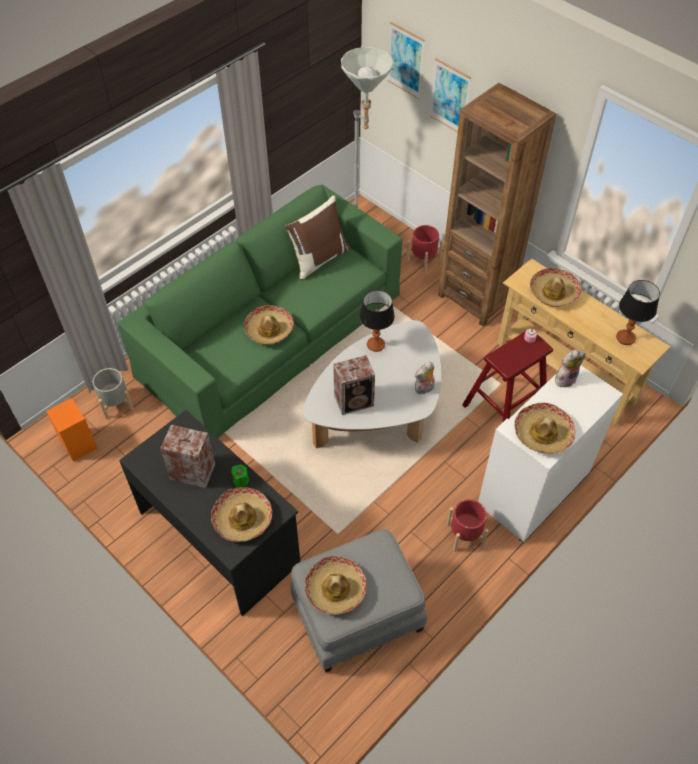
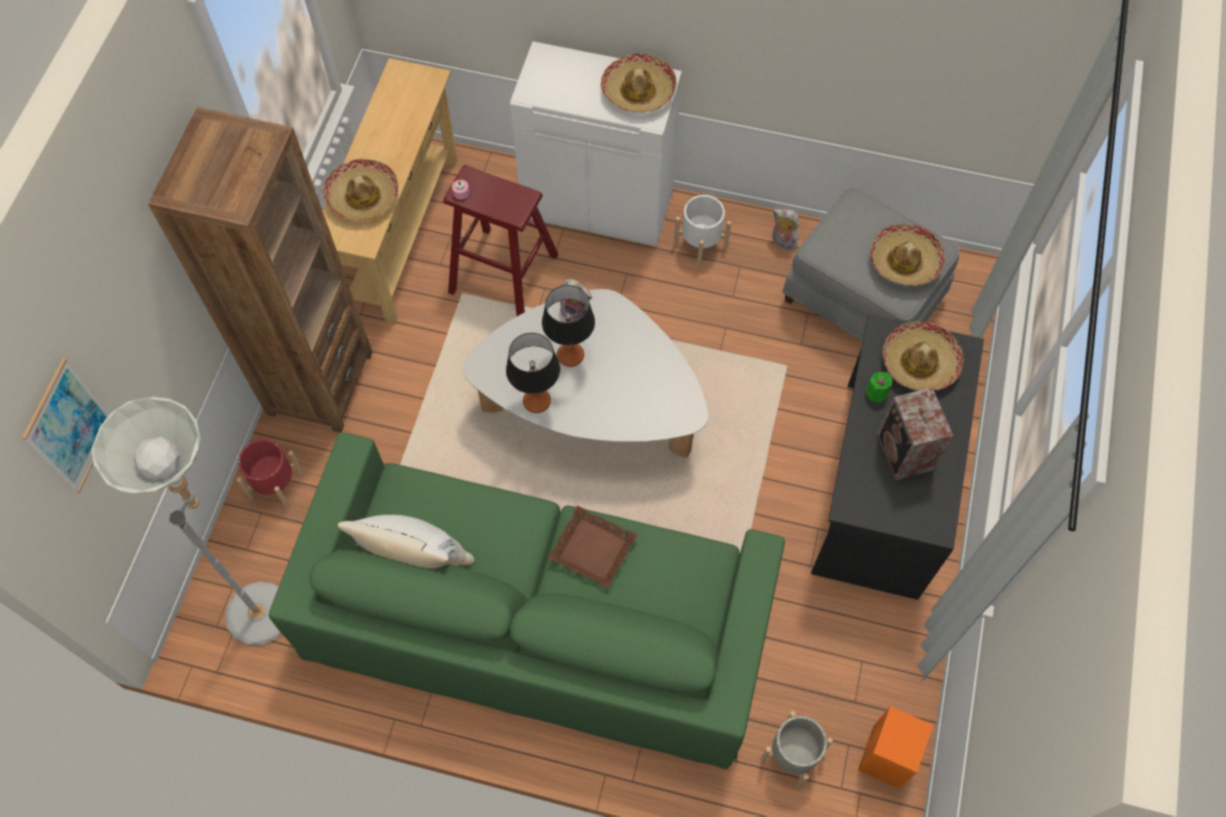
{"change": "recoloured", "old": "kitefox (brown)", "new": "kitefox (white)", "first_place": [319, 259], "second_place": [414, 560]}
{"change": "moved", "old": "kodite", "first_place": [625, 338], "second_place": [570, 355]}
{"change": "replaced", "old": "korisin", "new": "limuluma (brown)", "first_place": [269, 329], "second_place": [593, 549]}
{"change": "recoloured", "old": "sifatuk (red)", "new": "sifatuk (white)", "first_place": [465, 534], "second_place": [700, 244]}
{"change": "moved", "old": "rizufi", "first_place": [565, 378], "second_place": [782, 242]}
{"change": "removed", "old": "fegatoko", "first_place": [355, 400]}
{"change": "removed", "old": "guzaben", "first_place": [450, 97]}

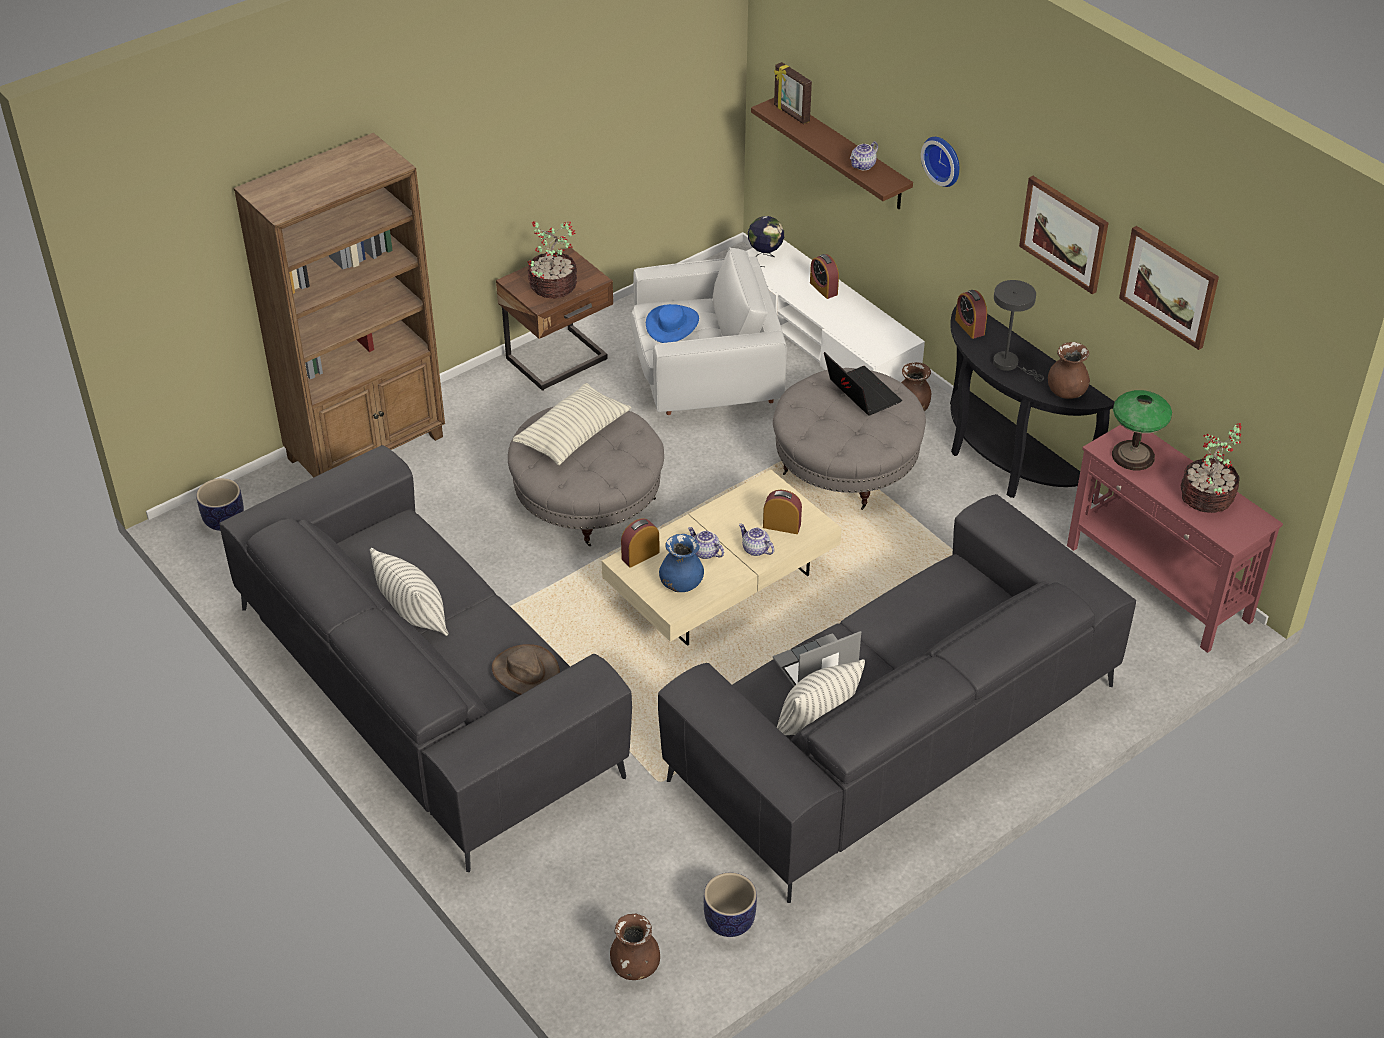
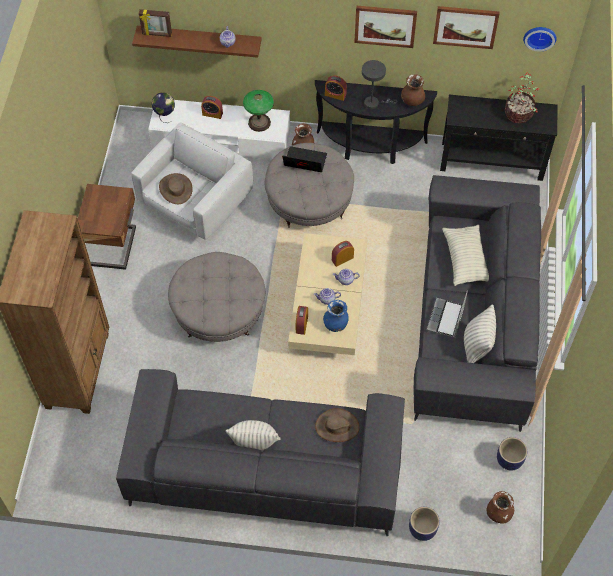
{"change": "recoloured", "old": "korisin (blue)", "new": "korisin (brown)", "first_place": [672, 324], "second_place": [176, 189]}
{"change": "moved", "old": "kodite", "first_place": [1133, 455], "second_place": [259, 122]}
{"change": "moved", "old": "sifatuk", "first_place": [223, 520], "second_place": [422, 529]}
{"change": "recoloured", "old": "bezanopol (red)", "new": "bezanopol (black)", "first_place": [1158, 584], "second_place": [492, 162]}
{"change": "moved", "old": "kitefox", "first_place": [573, 436], "second_place": [465, 260]}
{"change": "moved", "old": "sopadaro", "first_place": [944, 160], "second_place": [539, 36]}
{"change": "removed", "old": "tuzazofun", "first_place": [552, 287]}

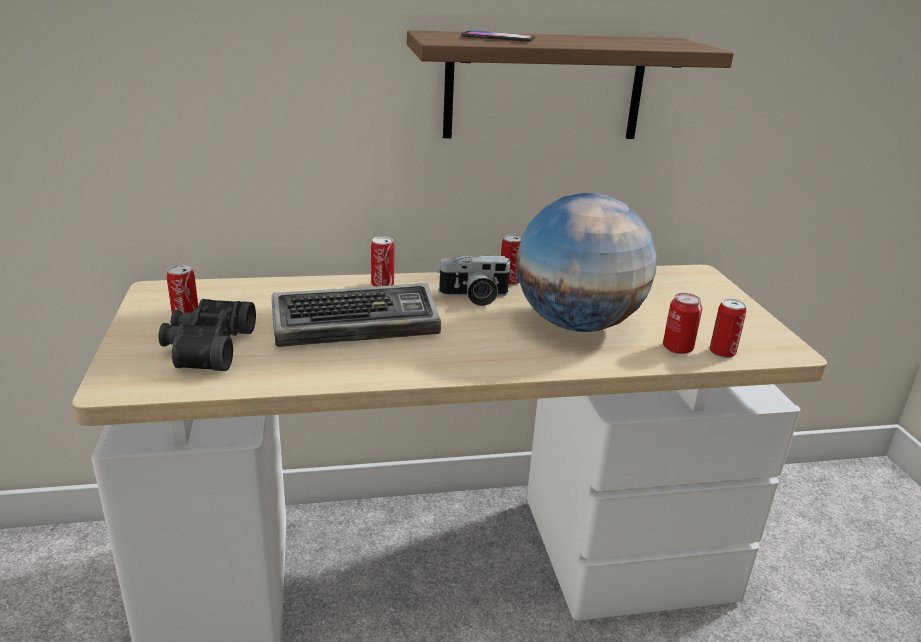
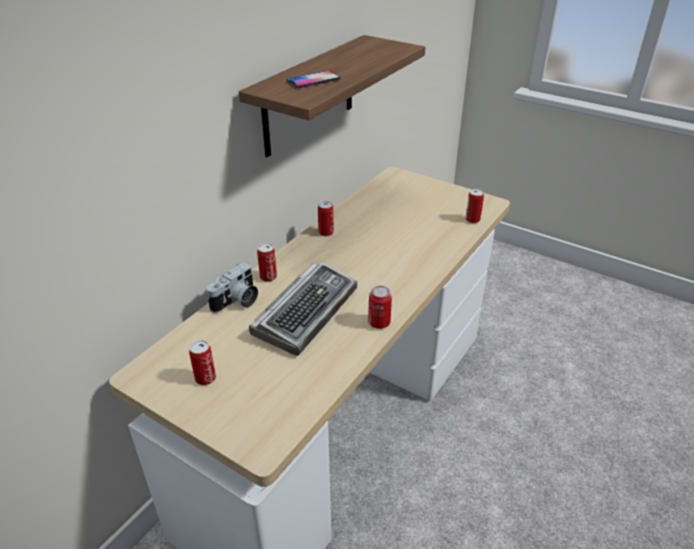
{"change": "moved", "old": "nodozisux", "first_place": [474, 297], "second_place": [237, 301]}
{"change": "moved", "old": "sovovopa", "first_place": [677, 348], "second_place": [379, 323]}
{"change": "removed", "old": "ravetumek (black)", "first_place": [206, 347]}
{"change": "removed", "old": "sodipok", "first_place": [577, 323]}

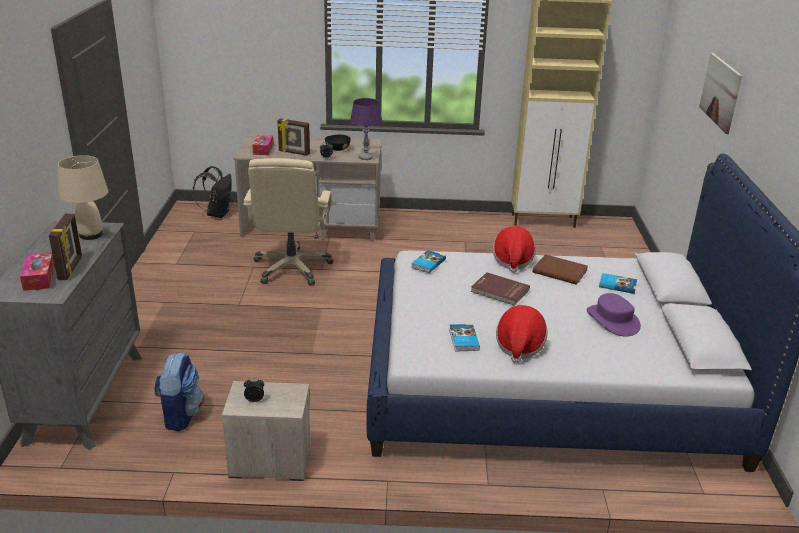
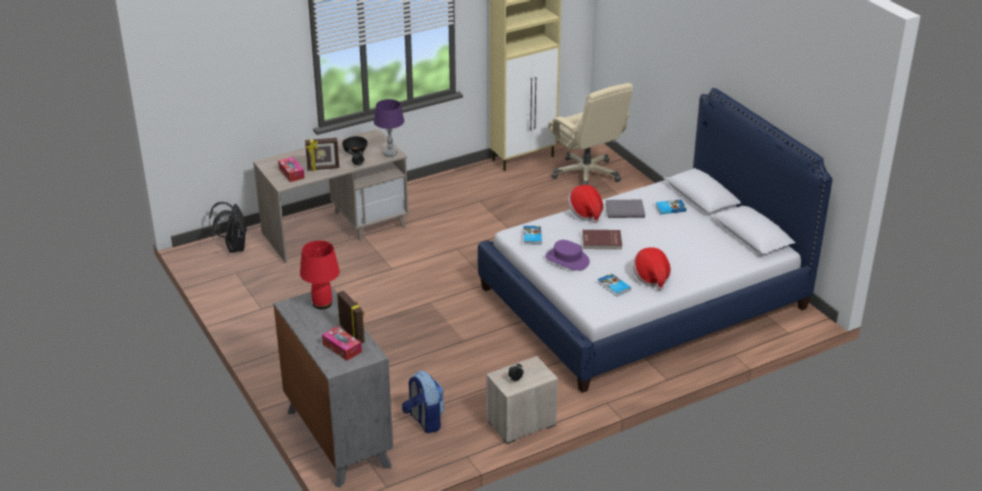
{"change": "recoloured", "old": "kodite (beige)", "new": "kodite (red)", "first_place": [91, 234], "second_place": [322, 303]}
{"change": "moved", "old": "korisin (purple)", "first_place": [613, 320], "second_place": [567, 259]}
{"change": "moved", "old": "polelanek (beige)", "first_place": [292, 268], "second_place": [587, 174]}
{"change": "recoloured", "old": "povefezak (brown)", "new": "povefezak (grey)", "first_place": [560, 271], "second_place": [624, 210]}
{"change": "removed", "old": "guzaben", "first_place": [720, 92]}

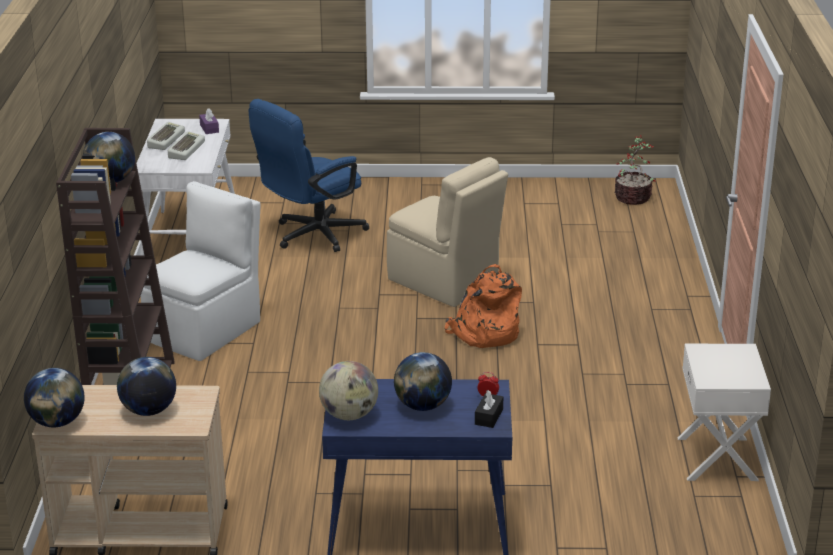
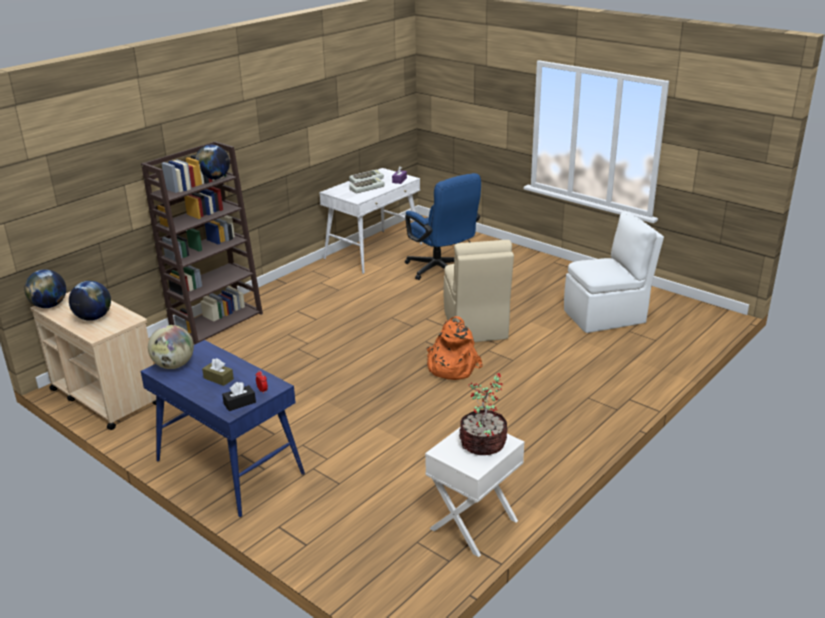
{"change": "replaced", "old": "sodipok", "new": "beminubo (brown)", "first_place": [422, 406], "second_place": [218, 378]}
{"change": "turned", "old": "polelanek (blue)", "first_place": [311, 236], "second_place": [441, 271], "degrees": -120}
{"change": "moved", "old": "tuzazofun", "first_place": [633, 198], "second_place": [483, 444]}
{"change": "moved", "old": "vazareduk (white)", "first_place": [206, 330], "second_place": [606, 316]}

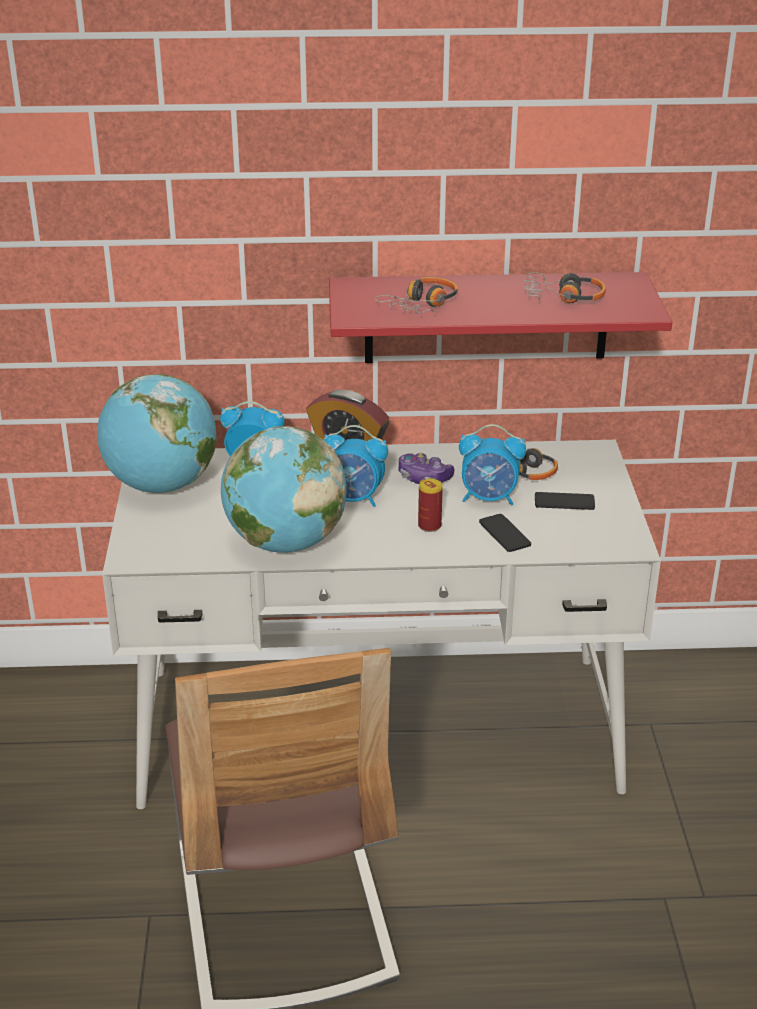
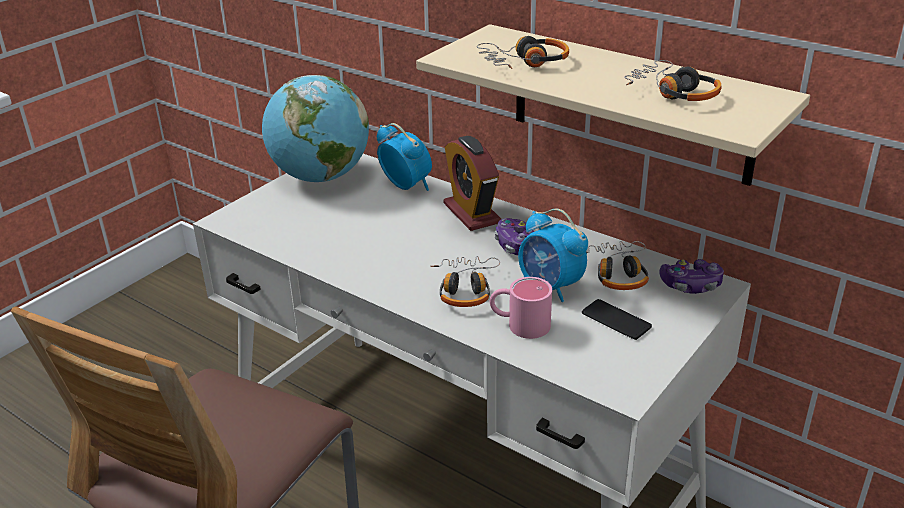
{"change": "recoloured", "old": "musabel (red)", "new": "musabel (beige)", "first_place": [486, 317], "second_place": [630, 104]}
{"change": "replaced", "old": "sovovopa", "new": "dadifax", "first_place": [429, 526], "second_place": [465, 289]}
{"change": "replaced", "old": "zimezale", "new": "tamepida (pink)", "first_place": [504, 533], "second_place": [519, 324]}
{"change": "added", "new": "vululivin", "second_place": [691, 285]}
{"change": "removed", "old": "sodipok", "first_place": [285, 543]}
{"change": "removed", "old": "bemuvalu", "first_place": [354, 499]}

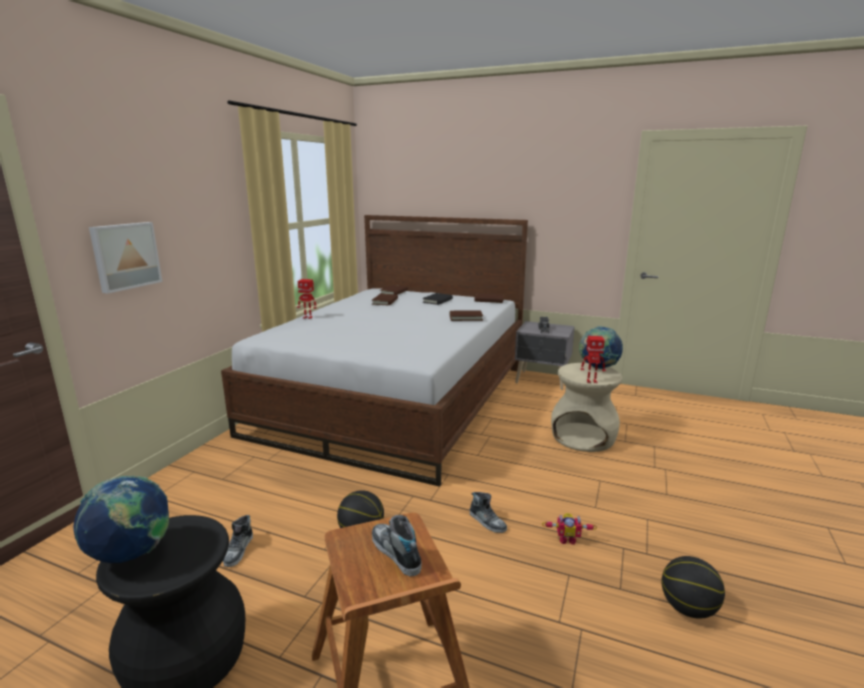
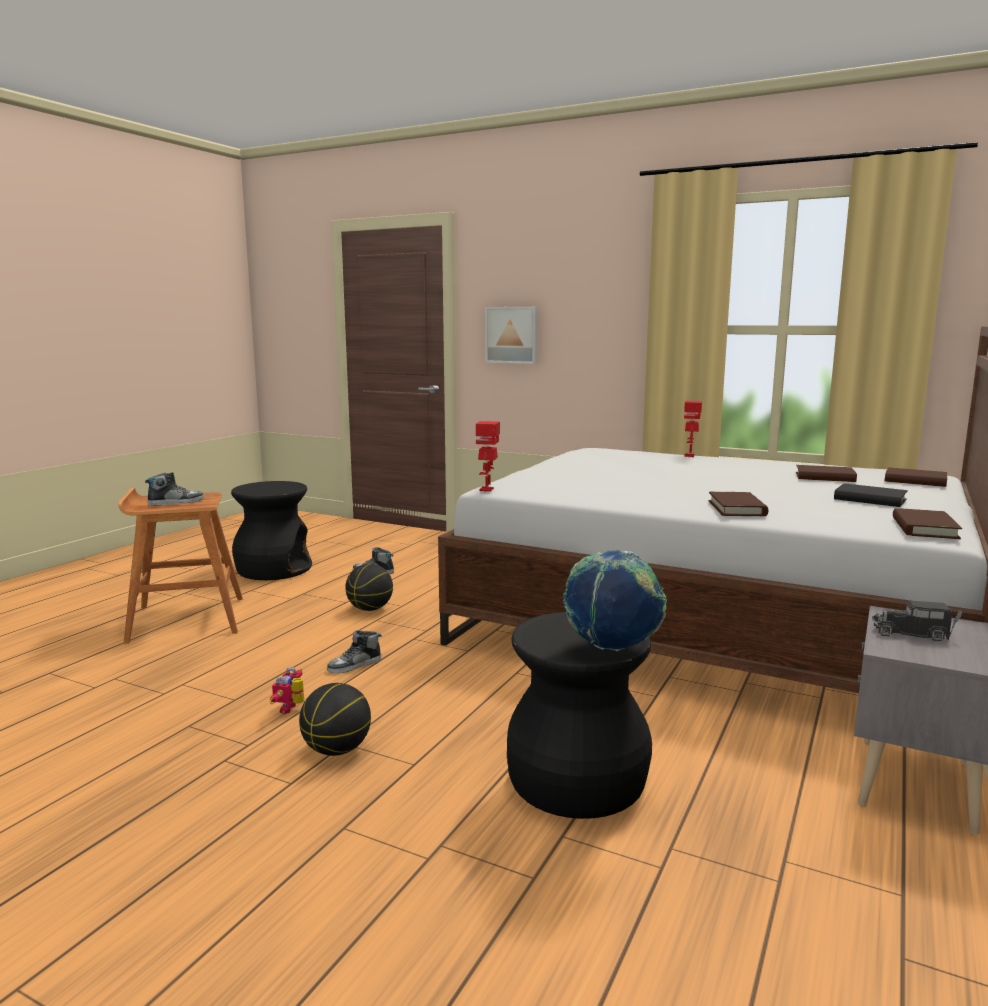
{"change": "moved", "old": "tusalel", "first_place": [688, 609], "second_place": [336, 750]}
{"change": "moved", "old": "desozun", "first_place": [591, 381], "second_place": [487, 490]}
{"change": "recoloured", "old": "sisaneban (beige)", "new": "sisaneban (black)", "first_place": [583, 437], "second_place": [578, 781]}
{"change": "removed", "old": "sodipok", "first_place": [132, 554]}

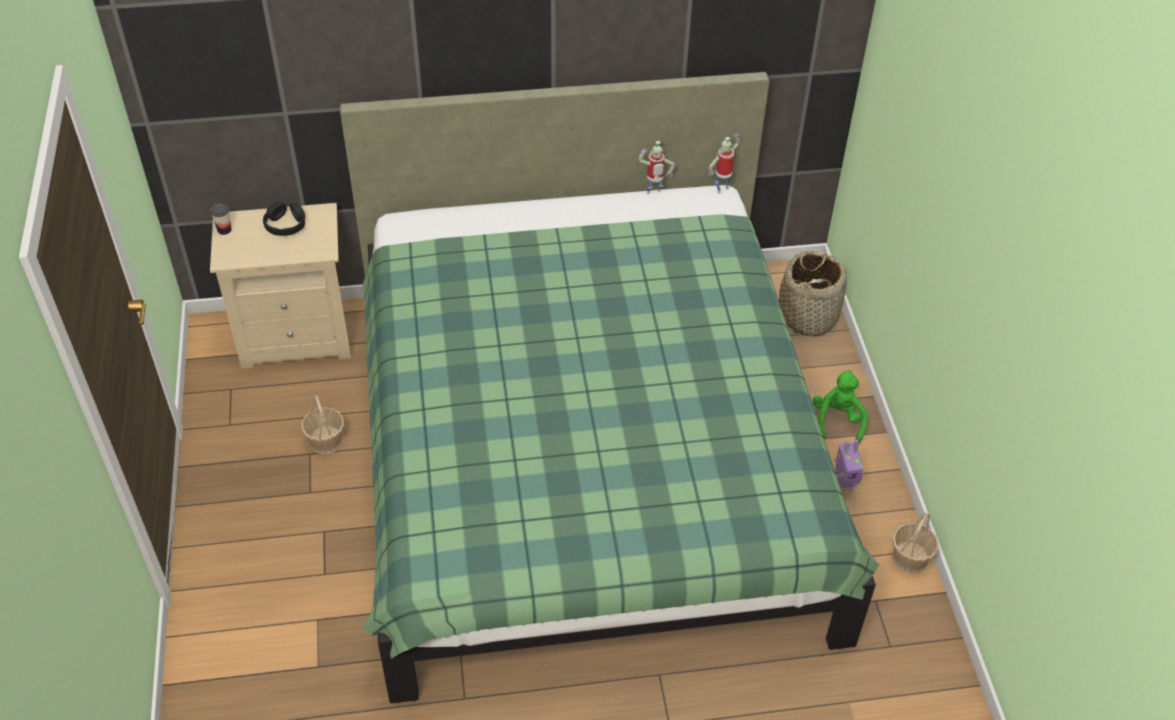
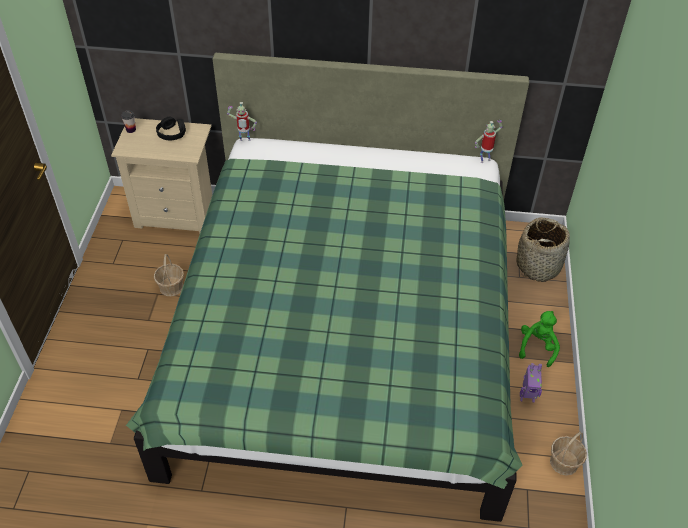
{"change": "moved", "old": "desozun", "first_place": [653, 193], "second_place": [244, 141]}

